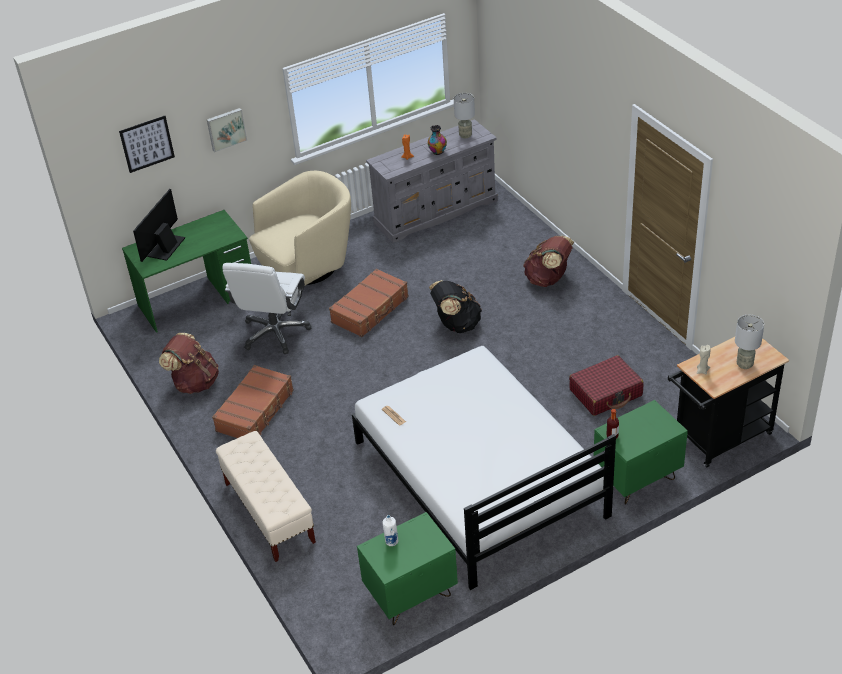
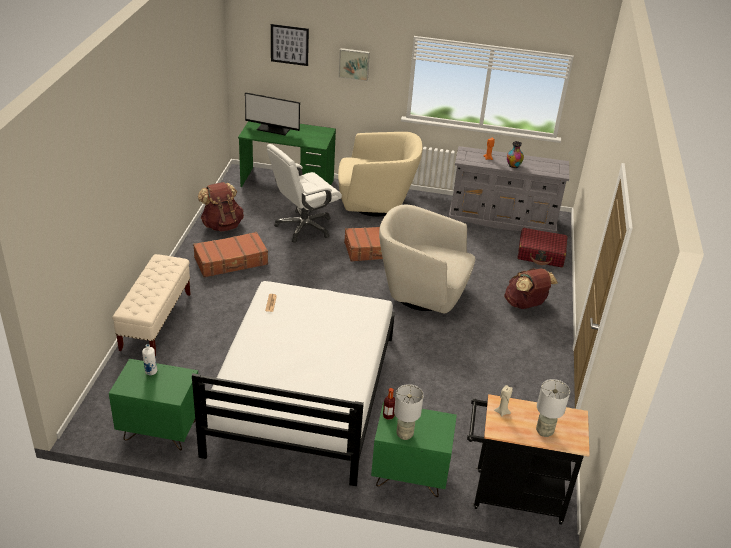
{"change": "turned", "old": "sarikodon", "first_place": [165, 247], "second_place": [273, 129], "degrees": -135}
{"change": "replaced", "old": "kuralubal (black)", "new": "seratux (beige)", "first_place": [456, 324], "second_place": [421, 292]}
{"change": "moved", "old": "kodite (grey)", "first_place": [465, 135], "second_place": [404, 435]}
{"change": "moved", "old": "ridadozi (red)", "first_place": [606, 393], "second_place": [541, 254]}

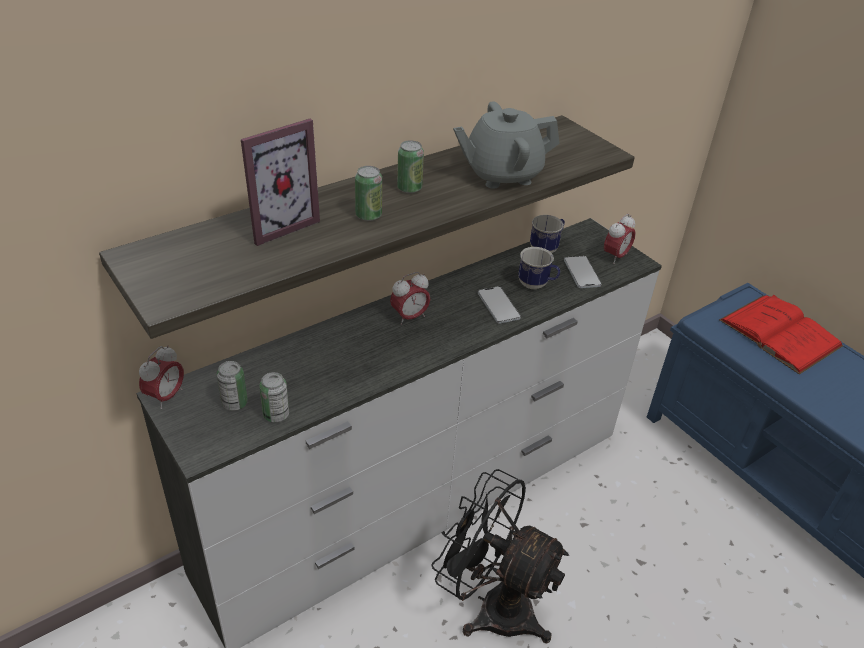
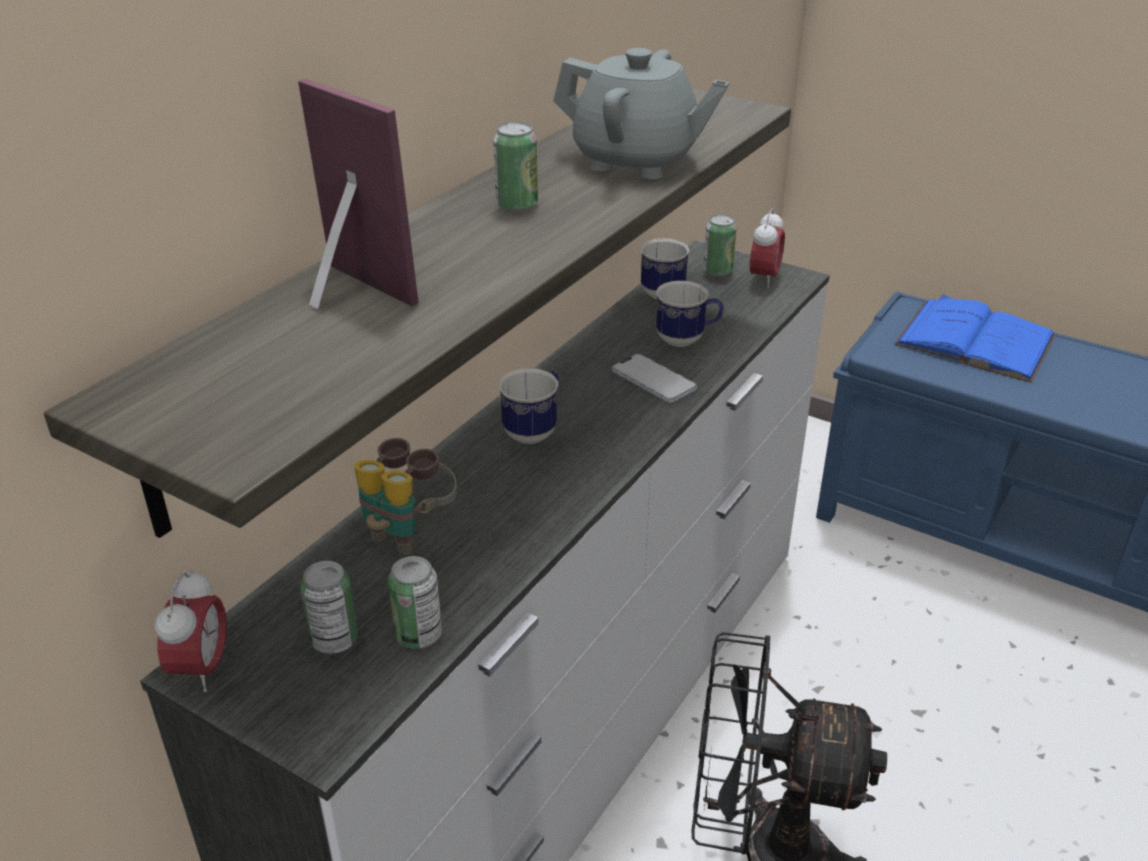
{"change": "turned", "old": "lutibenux", "first_place": [277, 224], "second_place": [346, 296], "degrees": -75}
{"change": "added", "new": "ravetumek", "second_place": [407, 530]}
{"change": "replaced", "old": "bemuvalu", "new": "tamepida", "first_place": [409, 317], "second_place": [535, 430]}
{"change": "turned", "old": "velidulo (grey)", "first_place": [502, 174], "second_place": [636, 161], "degrees": -120}
{"change": "moved", "old": "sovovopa", "first_place": [368, 215], "second_place": [717, 271]}
{"change": "recoloured", "old": "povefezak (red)", "new": "povefezak (blue)", "first_place": [780, 333], "second_place": [975, 340]}
{"change": "removed", "old": "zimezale", "first_place": [581, 273]}

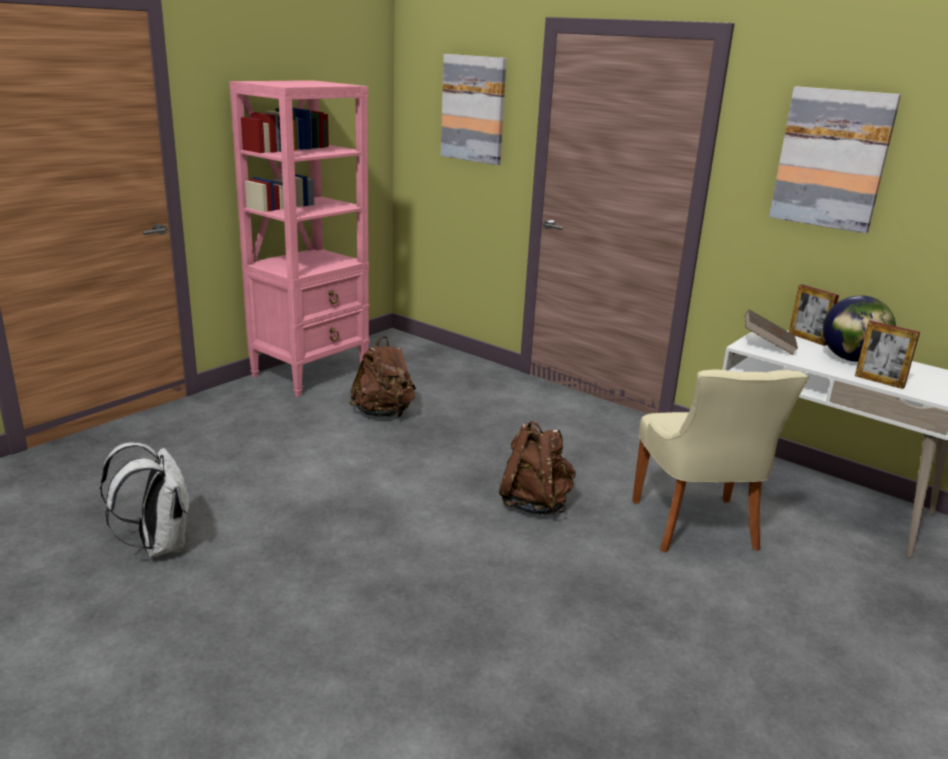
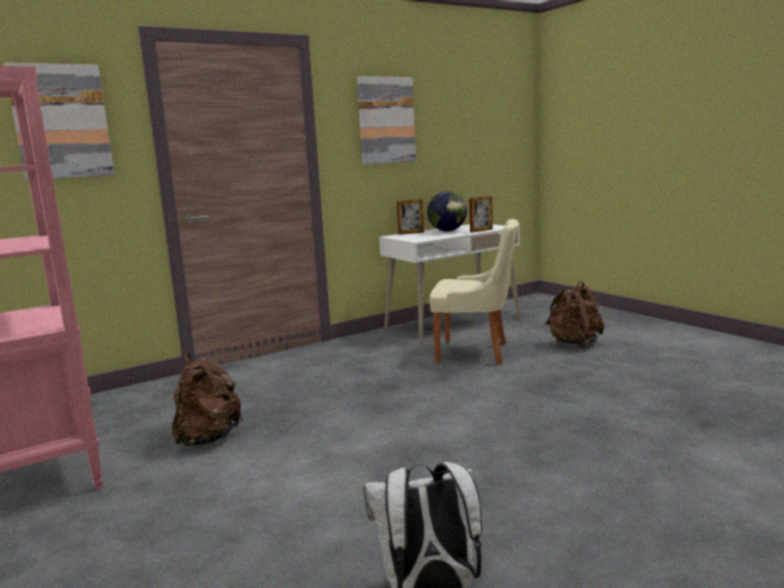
{"change": "moved", "old": "kuralubal (brown)", "first_place": [535, 503], "second_place": [574, 343]}
{"change": "removed", "old": "povefezak (brown)", "first_place": [767, 345]}

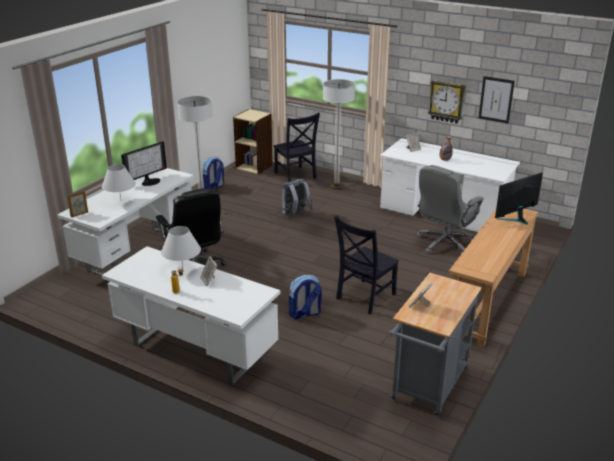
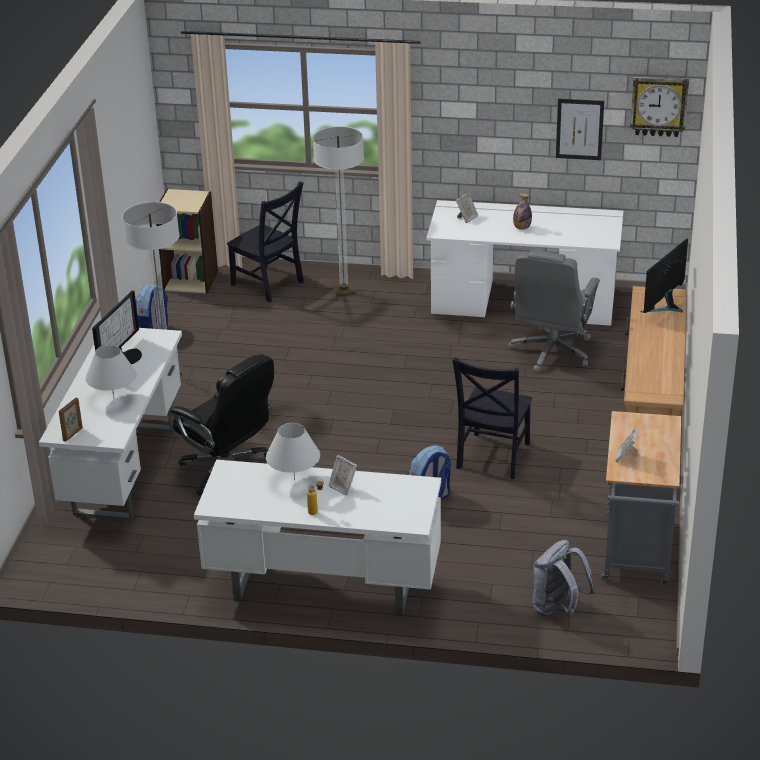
{"change": "moved", "old": "kuralubal (grey)", "first_place": [295, 215], "second_place": [558, 608]}
{"change": "moved", "old": "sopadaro", "first_place": [447, 101], "second_place": [659, 106]}

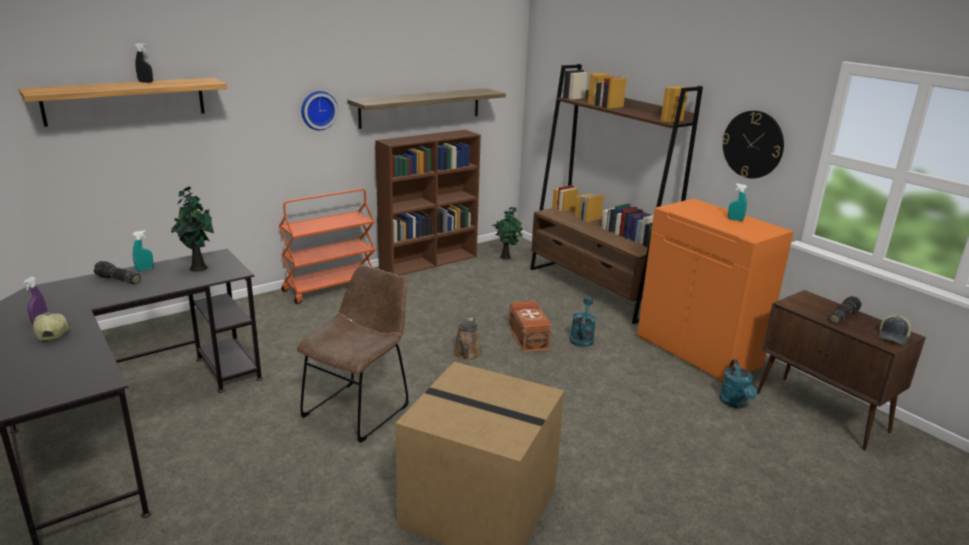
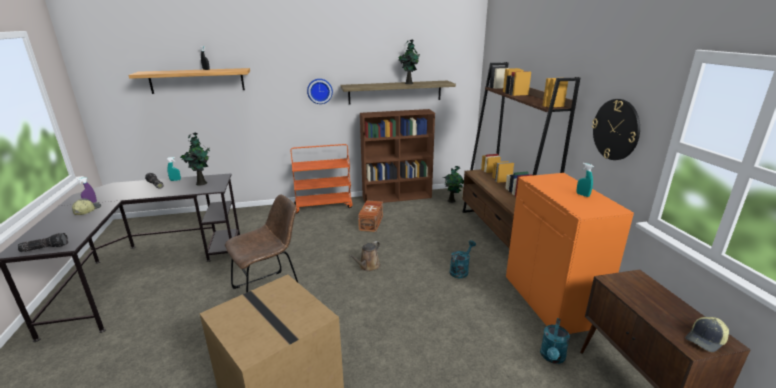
{"change": "moved", "old": "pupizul", "first_place": [842, 316], "second_place": [45, 247]}
{"change": "moved", "old": "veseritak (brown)", "first_place": [529, 337], "second_place": [371, 223]}
{"change": "added", "new": "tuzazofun", "second_place": [408, 83]}

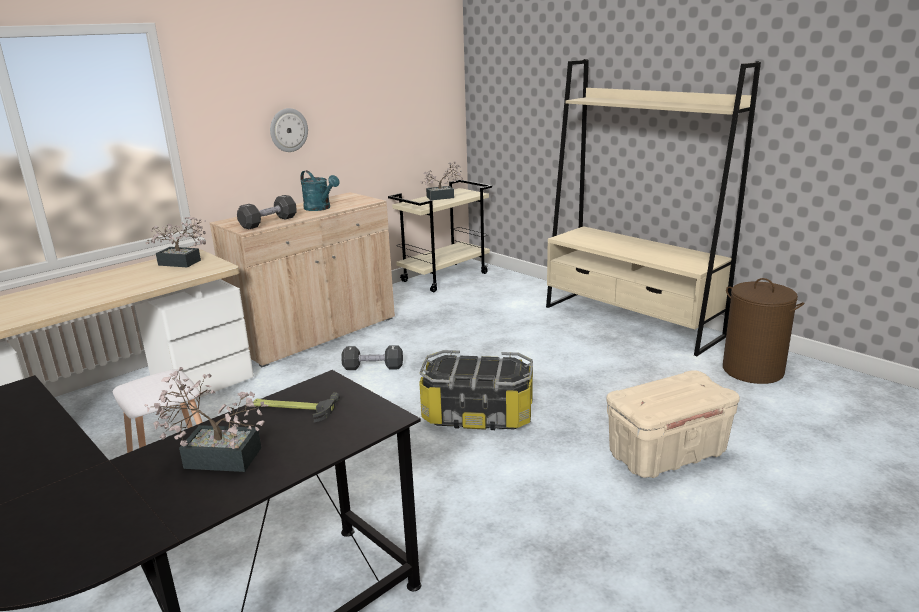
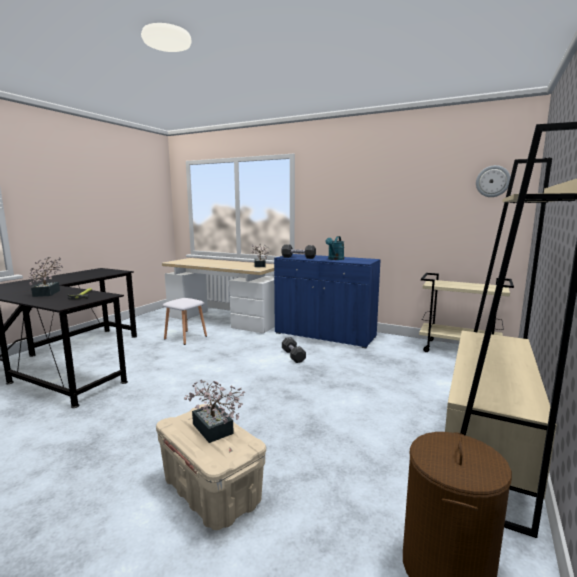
{"change": "moved", "old": "tuzazofun", "first_place": [443, 197], "second_place": [214, 431]}
{"change": "recoloured", "old": "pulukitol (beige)", "new": "pulukitol (blue)", "first_place": [316, 333], "second_place": [324, 335]}
{"change": "moved", "old": "sopadaro", "first_place": [288, 130], "second_place": [492, 181]}
{"change": "removed", "old": "veseritak", "first_place": [477, 415]}

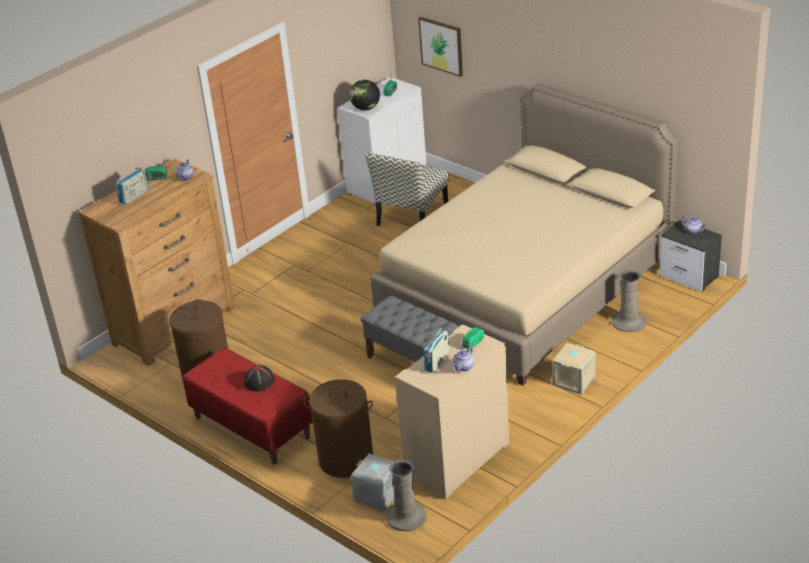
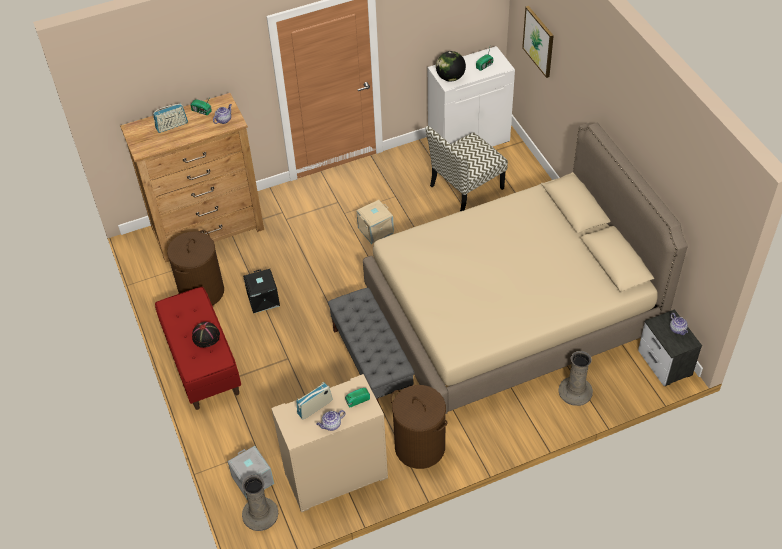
{"change": "added", "new": "veseritak (black)", "second_place": [262, 299]}
{"change": "moved", "old": "veseritak (beige)", "first_place": [574, 381], "second_place": [375, 231]}
{"change": "moved", "old": "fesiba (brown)", "first_place": [345, 459], "second_place": [419, 447]}

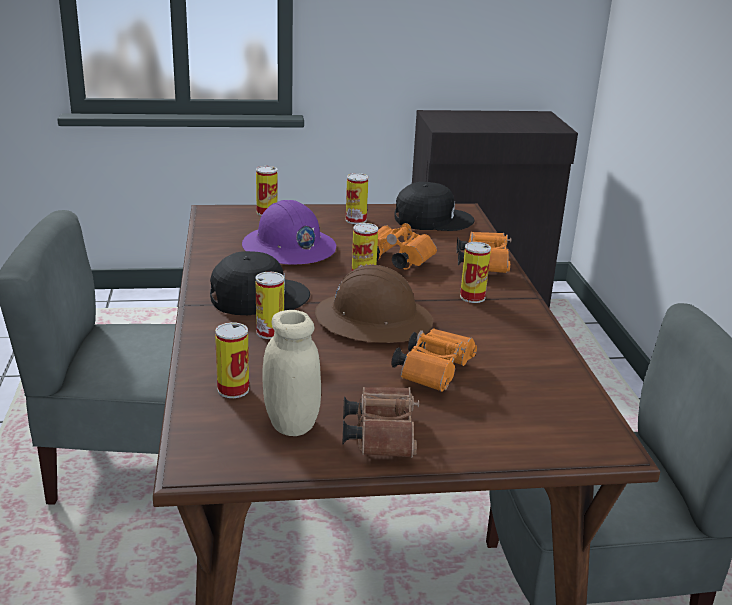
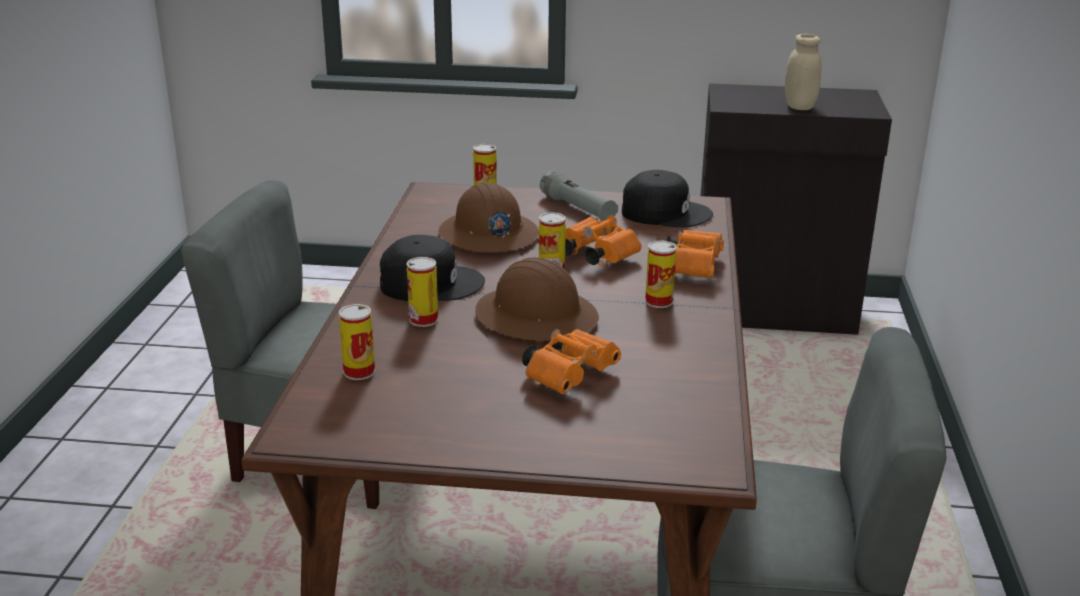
{"change": "recoloured", "old": "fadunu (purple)", "new": "fadunu (brown)", "first_place": [288, 248], "second_place": [487, 235]}
{"change": "replaced", "old": "sovovopa", "new": "pupizul (grey)", "first_place": [356, 220], "second_place": [577, 209]}
{"change": "moved", "old": "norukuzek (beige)", "first_place": [291, 424], "second_place": [799, 107]}
{"change": "removed", "old": "ravetumek (brown)", "first_place": [380, 435]}

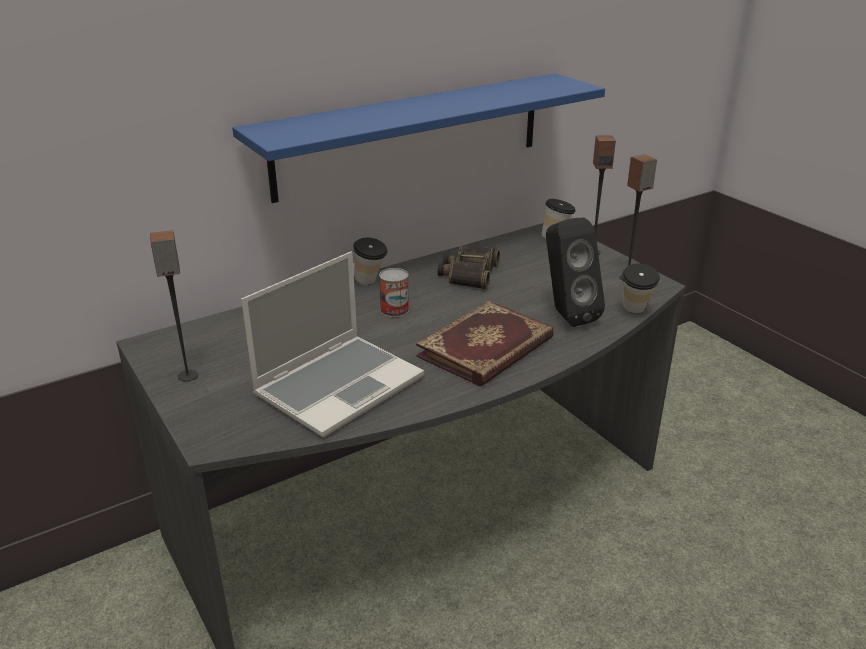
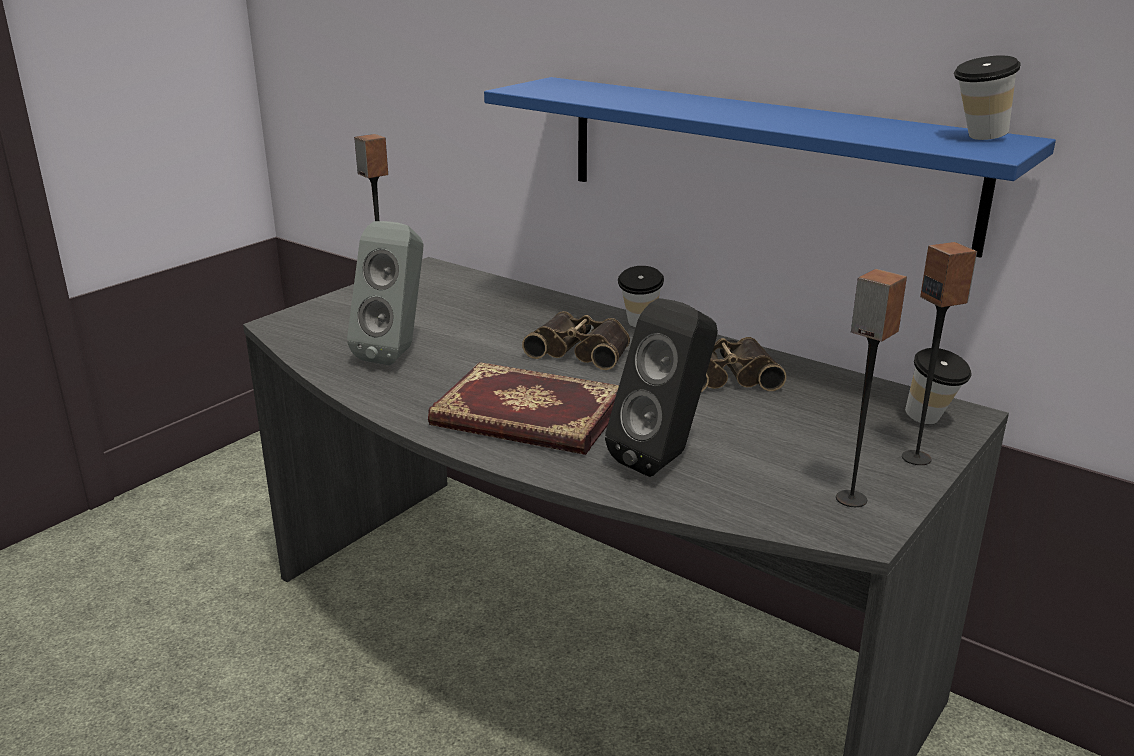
{"change": "replaced", "old": "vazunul", "new": "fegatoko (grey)", "first_place": [339, 385], "second_place": [397, 354]}
{"change": "replaced", "old": "sovovopa", "new": "ravetumek", "first_place": [394, 310], "second_place": [581, 350]}
{"change": "moved", "old": "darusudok", "first_place": [635, 311], "second_place": [976, 138]}

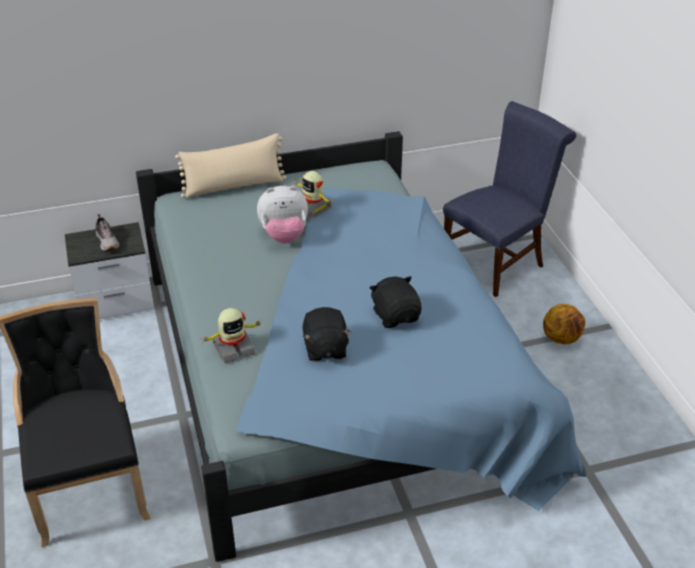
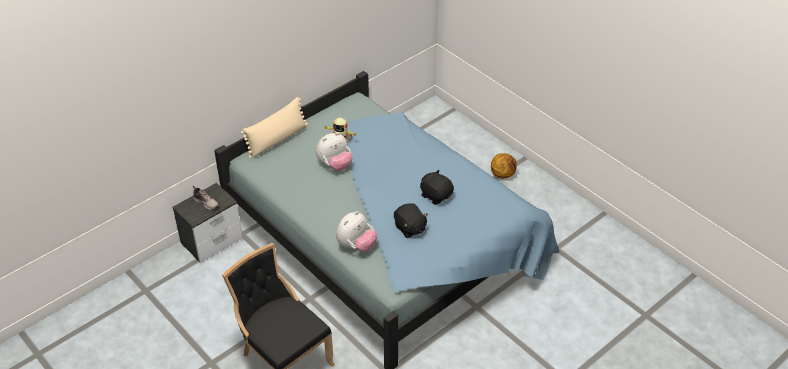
{"change": "replaced", "old": "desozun", "new": "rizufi", "first_place": [233, 348], "second_place": [356, 245]}
{"change": "removed", "old": "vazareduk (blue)", "first_place": [497, 261]}

